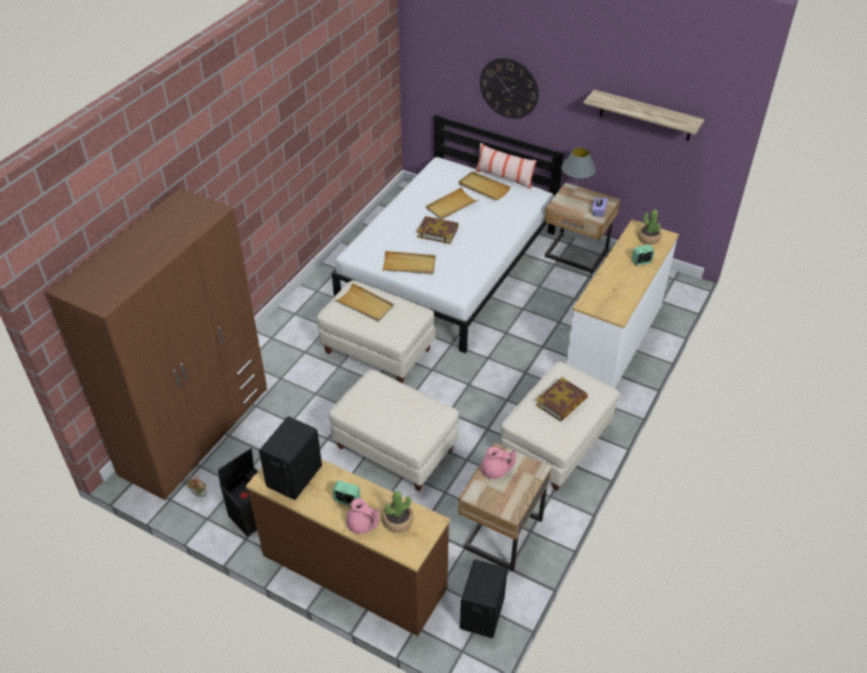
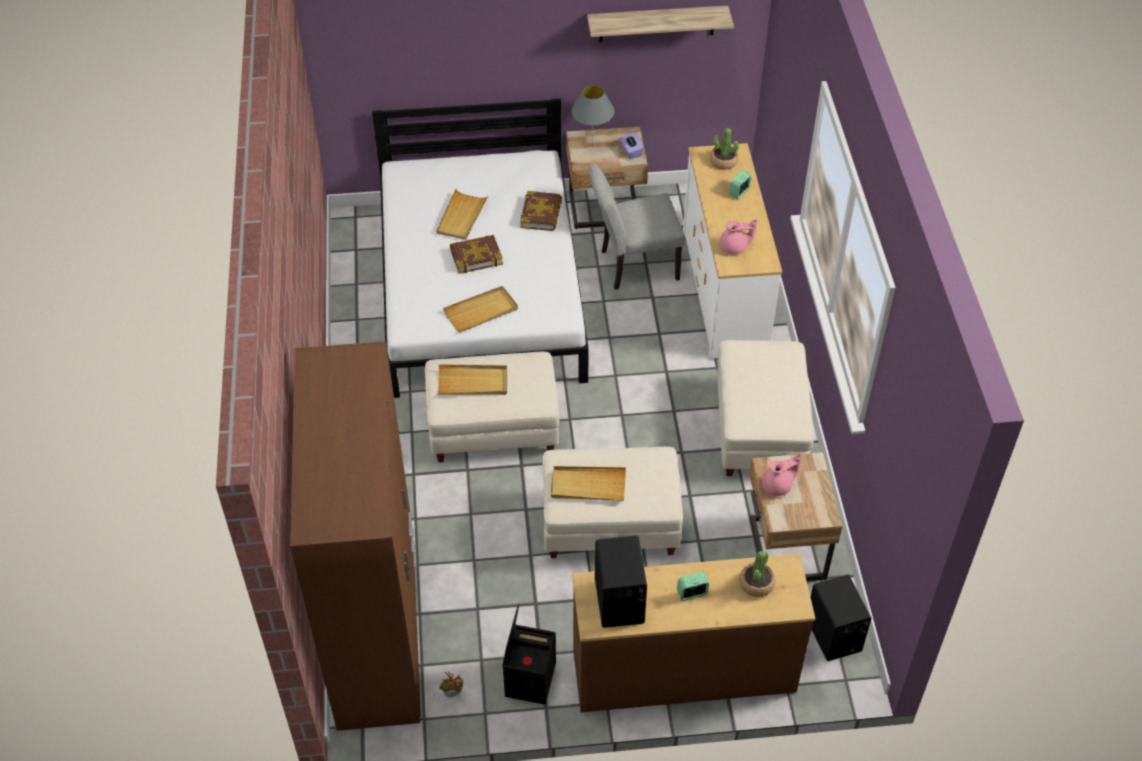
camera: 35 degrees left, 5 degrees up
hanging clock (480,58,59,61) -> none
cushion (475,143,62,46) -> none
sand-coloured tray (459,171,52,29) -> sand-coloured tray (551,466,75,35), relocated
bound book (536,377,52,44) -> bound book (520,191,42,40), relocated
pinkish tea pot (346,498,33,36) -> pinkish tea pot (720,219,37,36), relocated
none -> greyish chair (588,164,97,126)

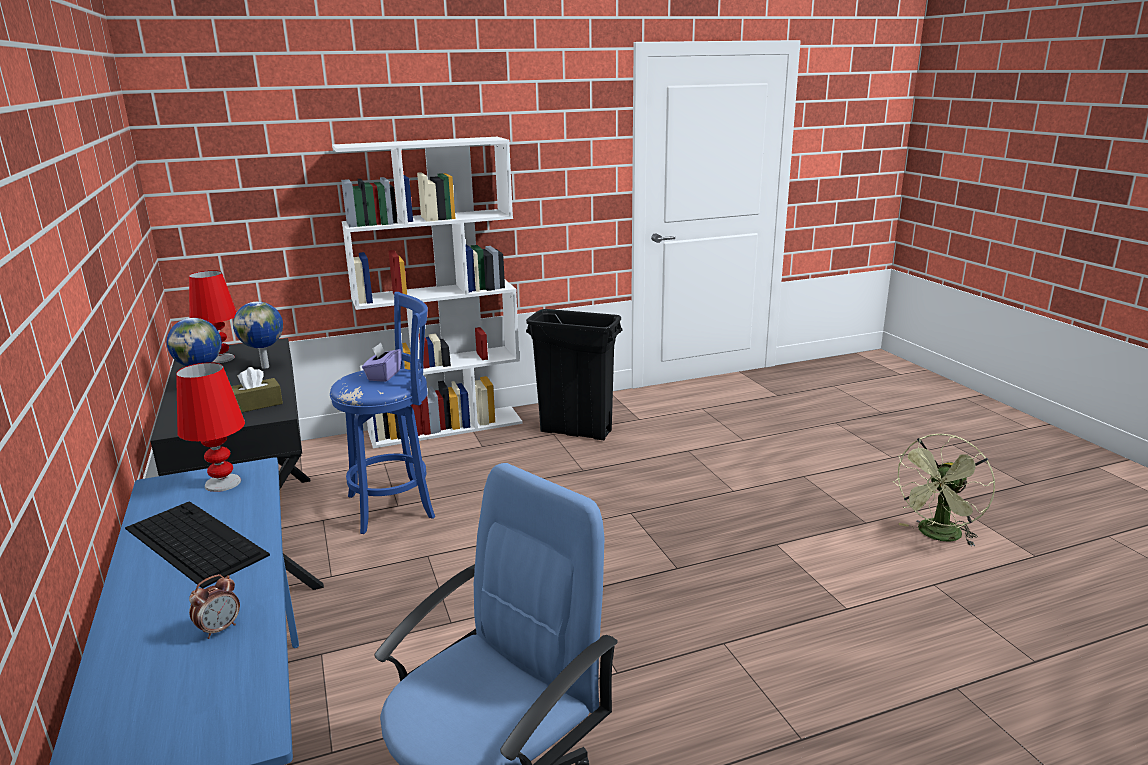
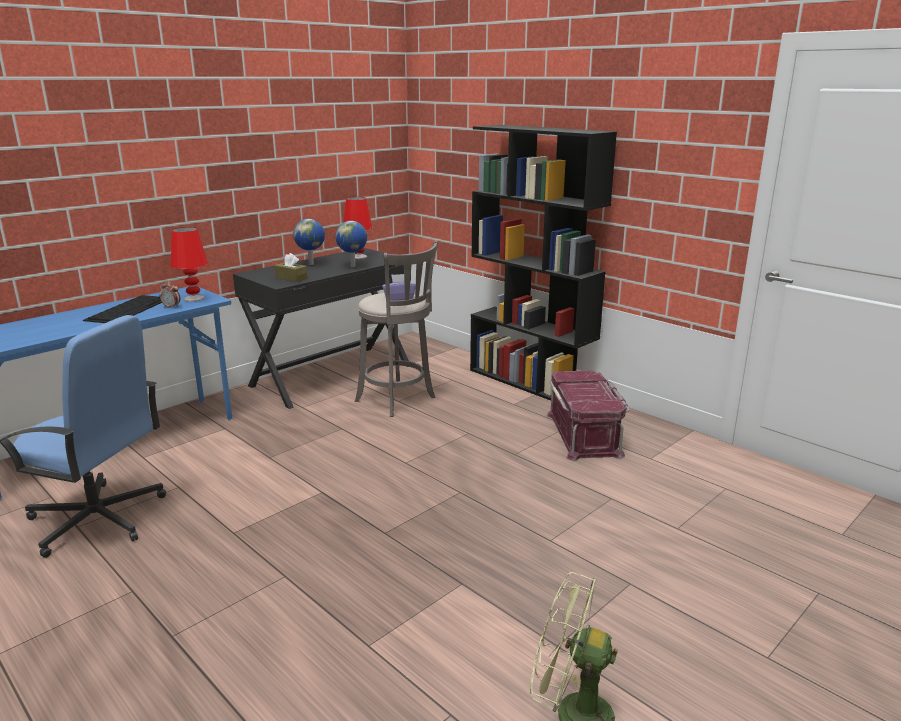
camera: 65 degrees right, 0 degrees up
white bookcase (332,137,191,311) -> blackish bookcase (470,125,147,276)
bluish stool seat (330,292,105,242) -> greyish stool seat (355,241,83,176)
blackish rubbish bin (526,309,96,131) -> reddish storage bin (547,370,82,91)
table clock (189,574,51,65) -> table clock (160,281,21,27), relocated

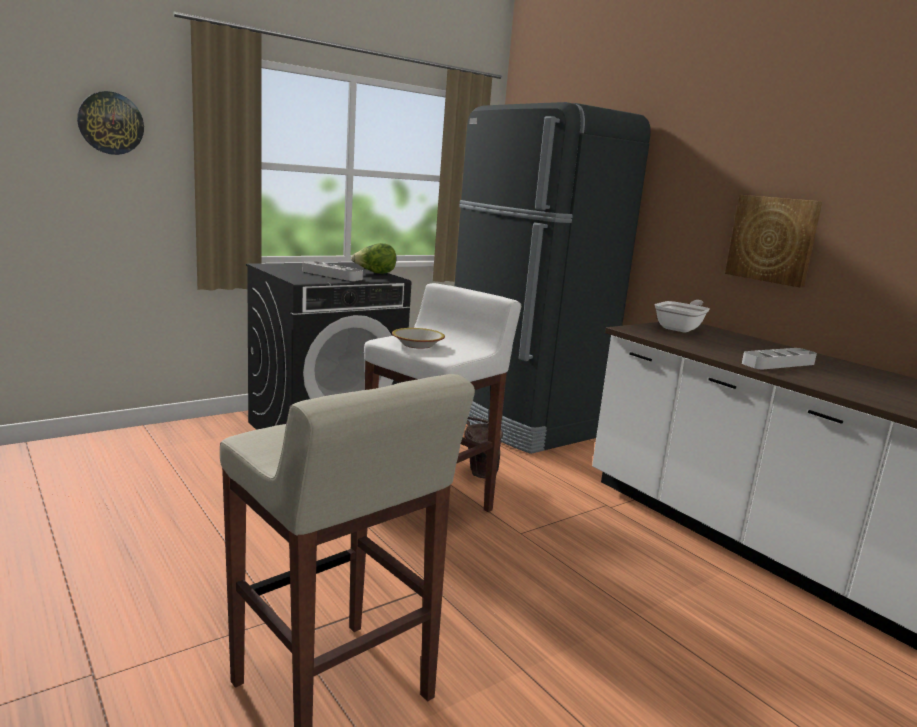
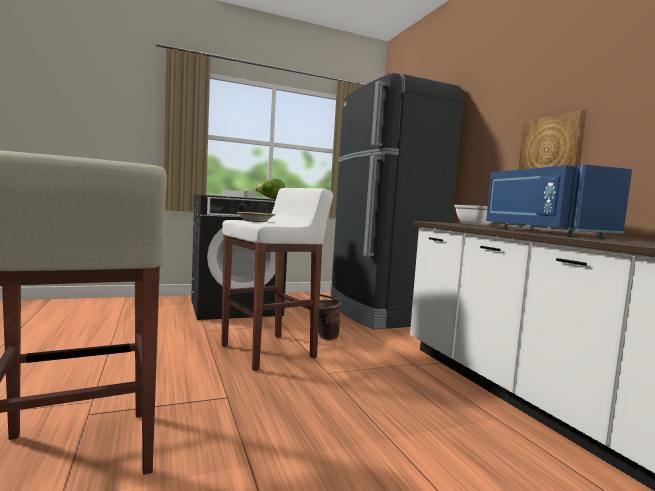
camera: 15 degrees right, 10 degrees down
hanging clock (77,91,67,64) -> none
greyish tray (742,348,75,22) -> bluish kitchen microwave (486,165,146,73)

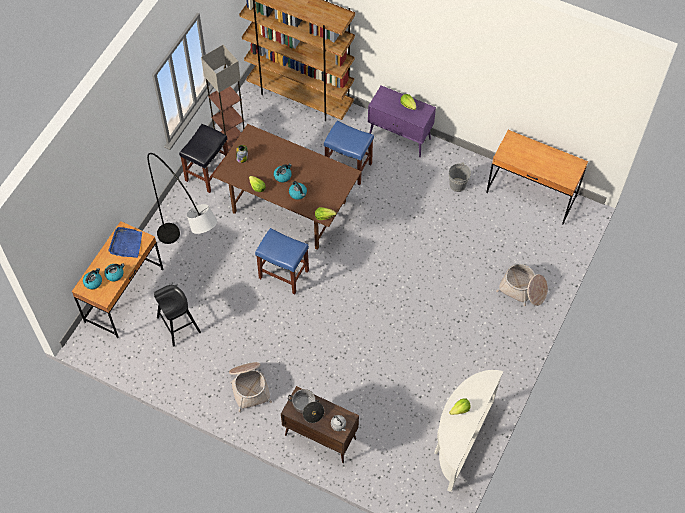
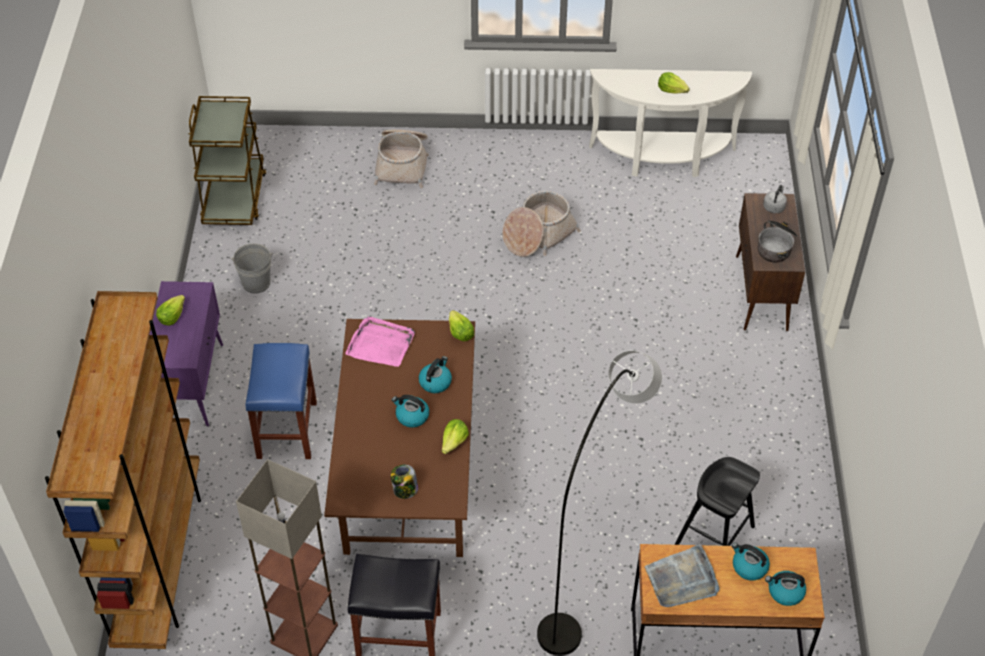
camera: 115 degrees left, 10 degrees down
brownish desk unit (486,130,102,95) -> brownish trolley (189,96,77,129)
bluish tray (108,227,34,31) -> greyish tray (645,544,75,63)
bluish stool seat (255,228,54,67) -> none
storage basket (229,362,43,50) -> storage basket (502,191,79,66), relocated
none -> pinkish tray (345,316,70,51)

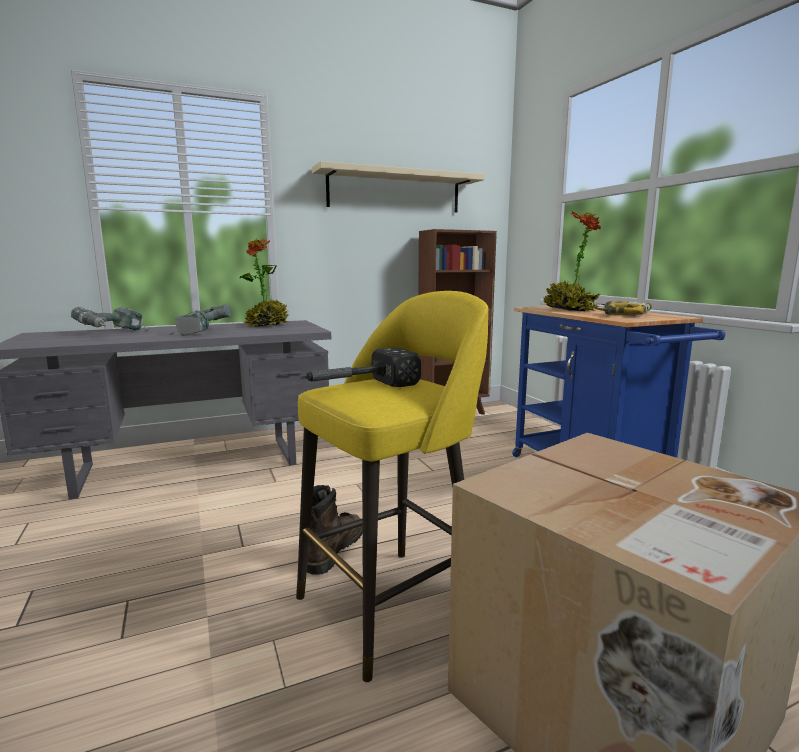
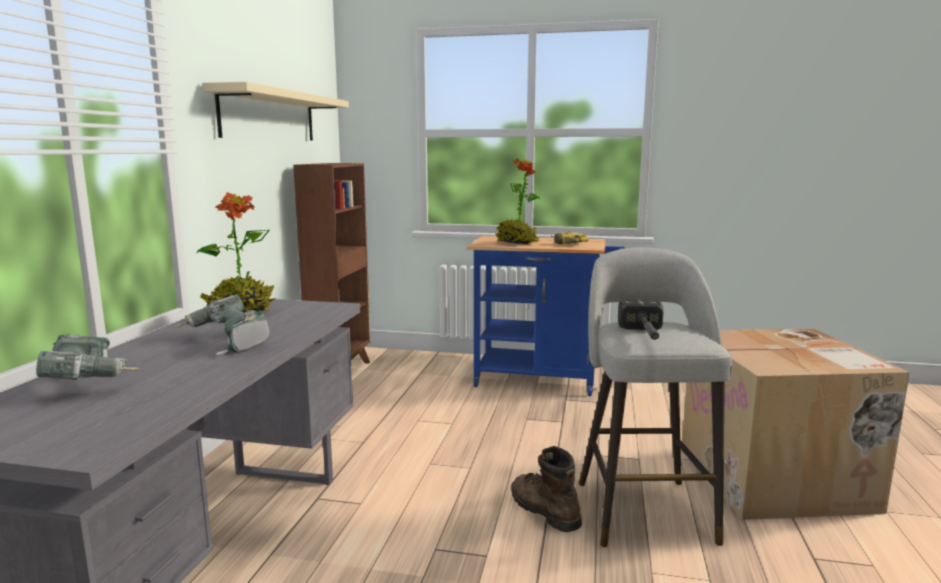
camera: 55 degrees left, 0 degrees up
yellow-coloured stool seat (296,291,193,391) -> greyish stool seat (579,247,153,301)

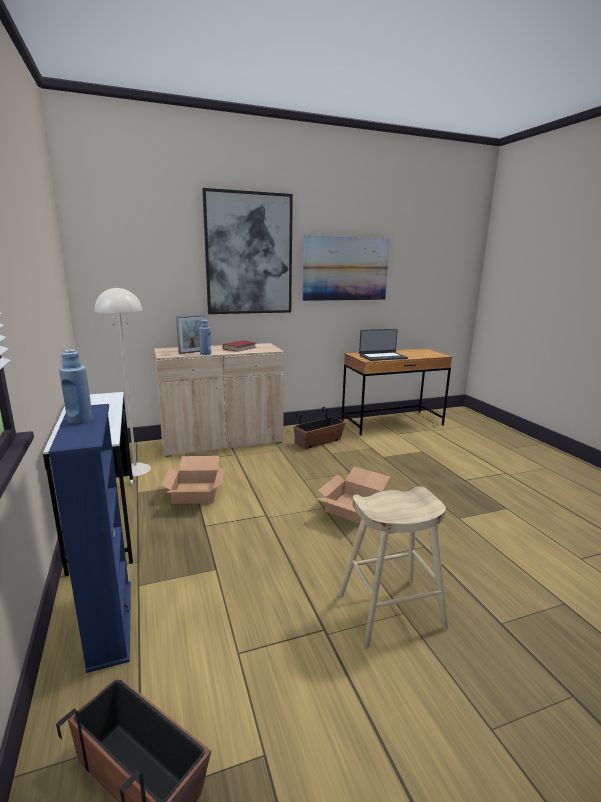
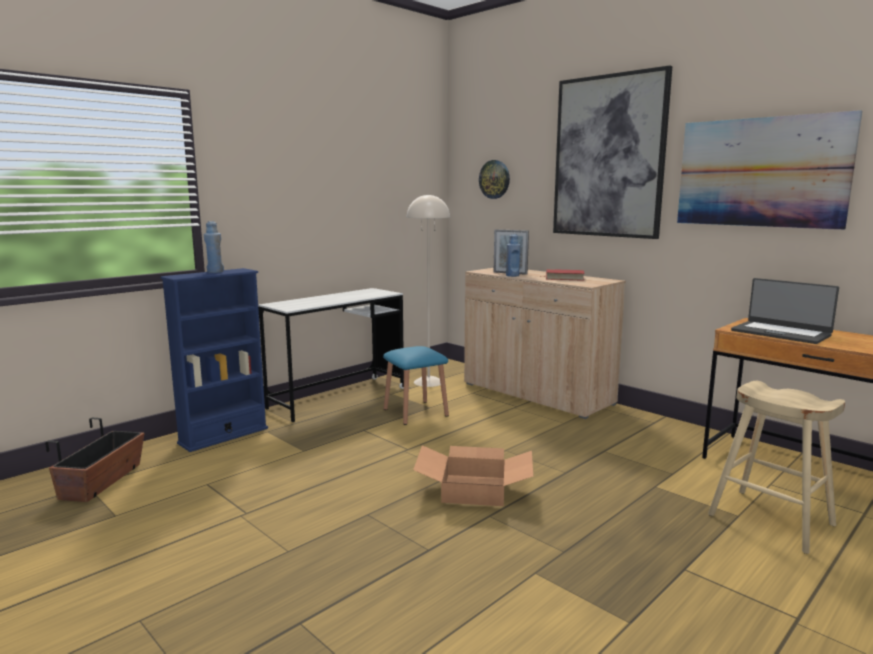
camera: 65 degrees right, 5 degrees down
planter (294,407,51,42) -> none
packing box (161,456,65,48) -> bluish stool seat (383,346,66,79)
sand-coloured stool seat (339,486,109,162) -> sand-coloured stool seat (708,381,137,173), relocated
none -> hanging clock (479,160,31,39)

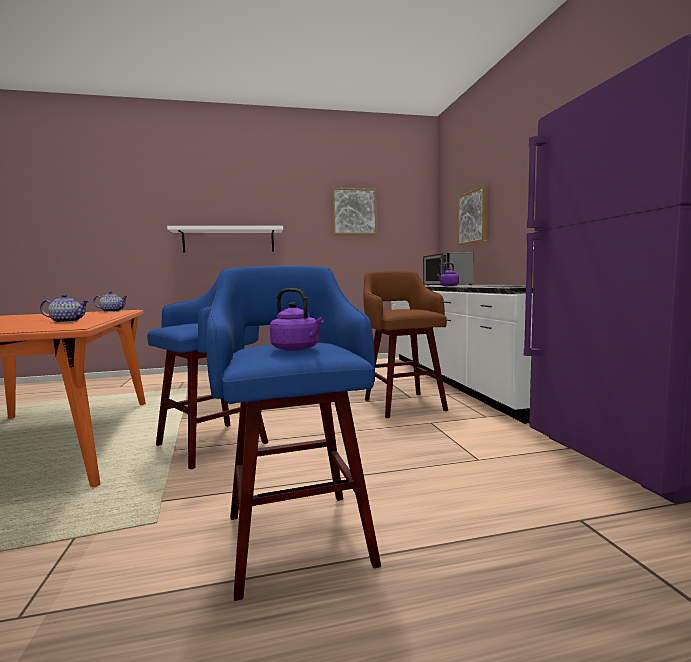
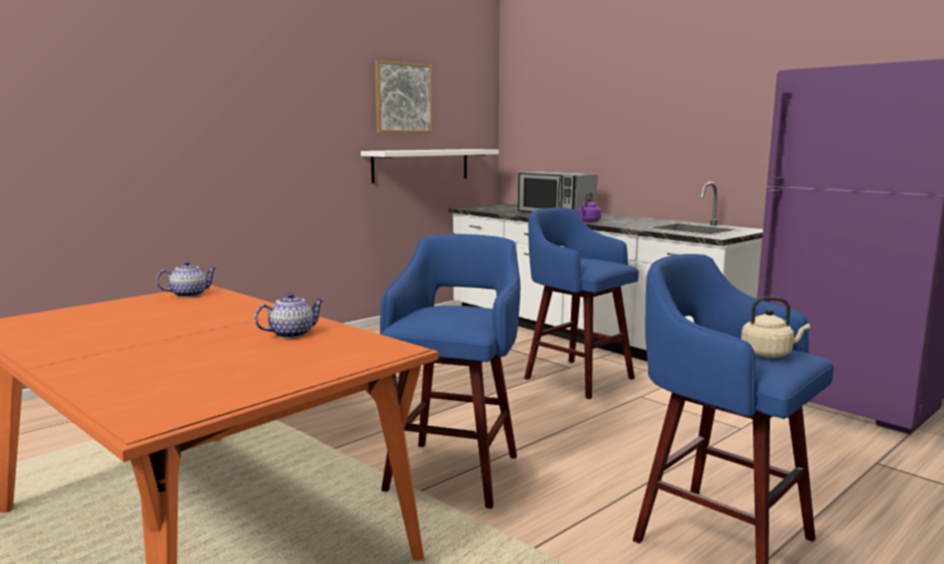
camera: 30 degrees left, 5 degrees up
picture (457,185,30,60) -> none
white bracket shelf (167,226,116,27) -> white bracket shelf (361,149,138,34), relocated
brownish stool seat (363,271,85,147) -> bluish stool seat (524,208,115,191)
purplish kettle (270,288,54,63) -> sand-coloured kettle (741,296,69,62)

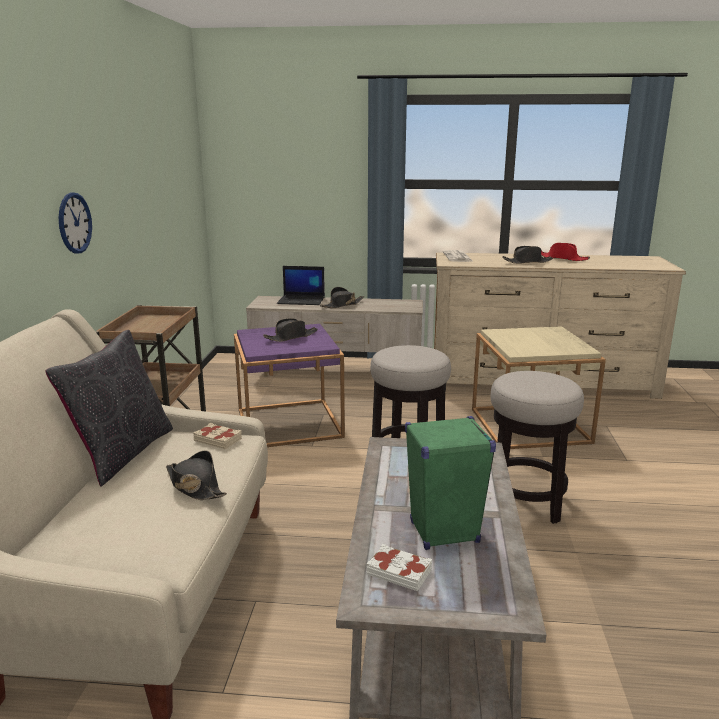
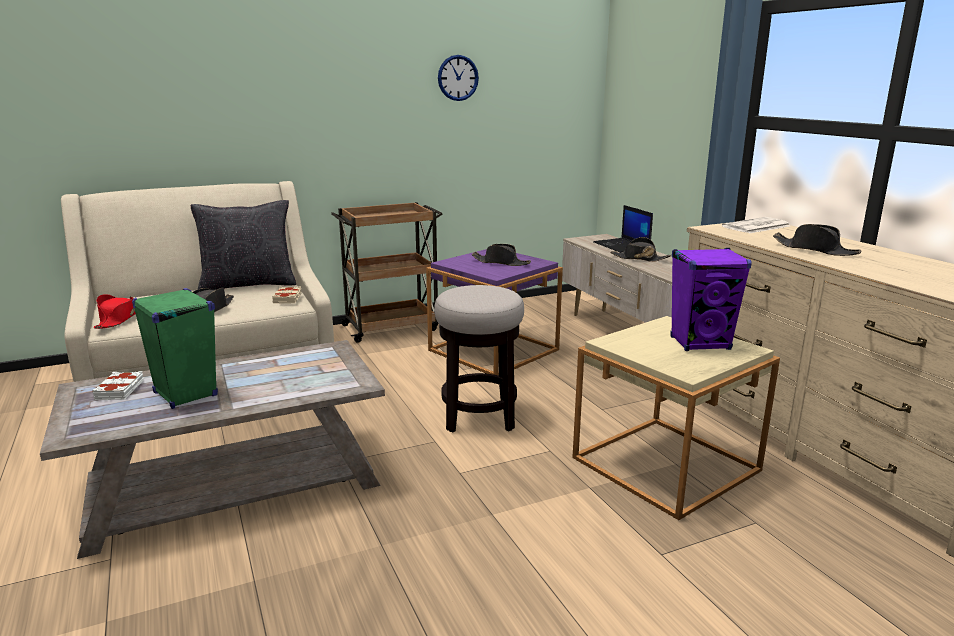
camera: 60 degrees right, 0 degrees up
hanging clock (58,192,34,61) -> hanging clock (438,55,41,46), relocated
reddish wearable hat (541,243,49,18) -> reddish wearable hat (94,294,42,35), relocated
stool seat (491,371,93,153) -> none
none -> purplish audio speaker (670,248,82,103)

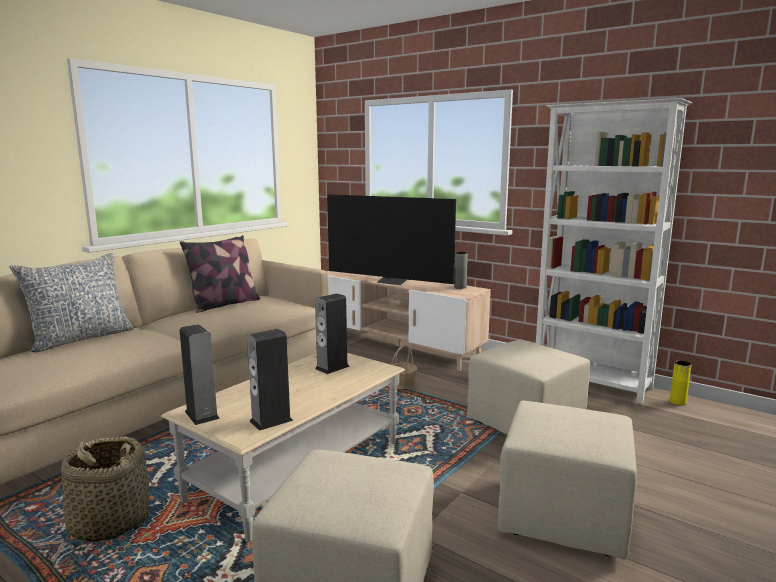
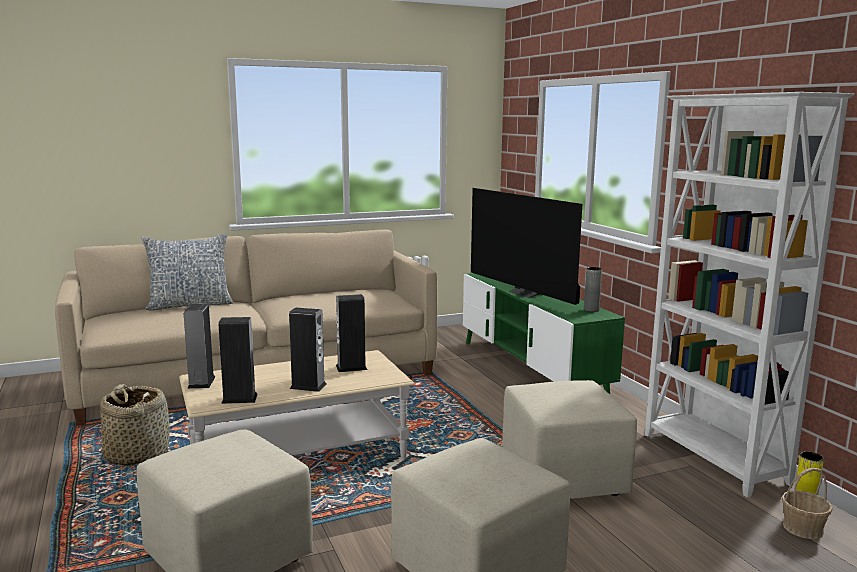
camera: 30 degrees right, 0 degrees up
cushion (180,235,80,78) -> none
sand-coloured tv unit (327,271,164,100) -> greenish tv unit (463,273,162,121)
storage basket (392,345,26,44) -> storage basket (781,468,52,71), relocated
none -> audio speaker (289,308,37,84)

